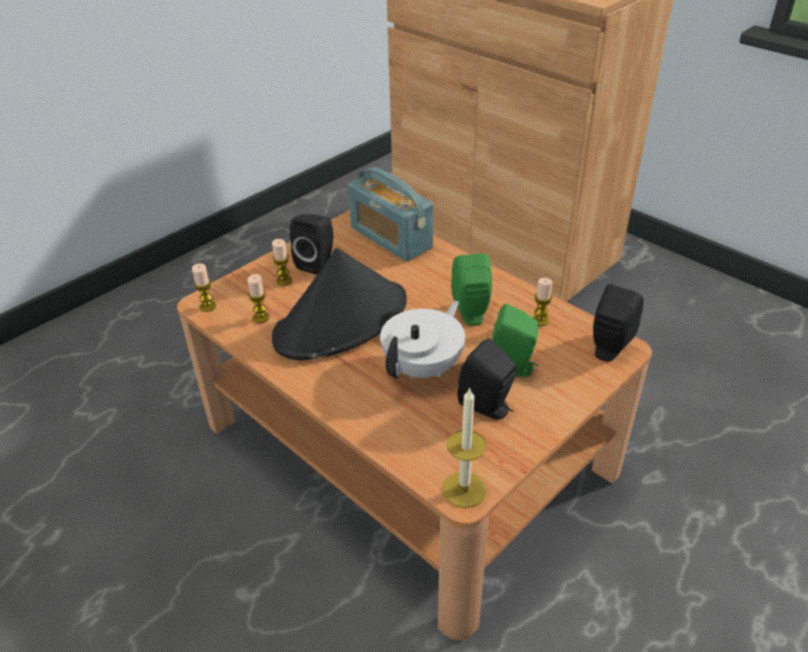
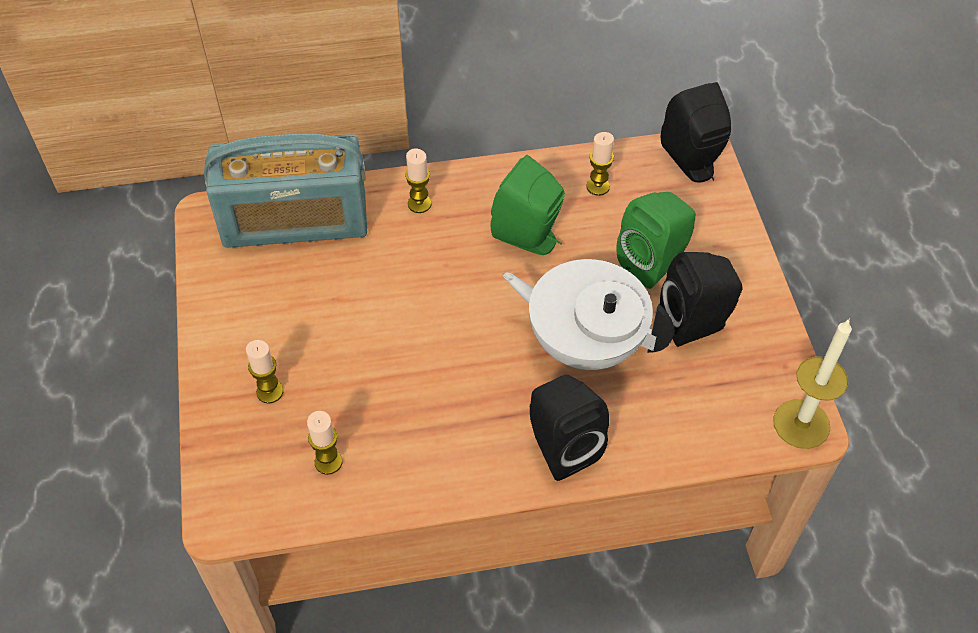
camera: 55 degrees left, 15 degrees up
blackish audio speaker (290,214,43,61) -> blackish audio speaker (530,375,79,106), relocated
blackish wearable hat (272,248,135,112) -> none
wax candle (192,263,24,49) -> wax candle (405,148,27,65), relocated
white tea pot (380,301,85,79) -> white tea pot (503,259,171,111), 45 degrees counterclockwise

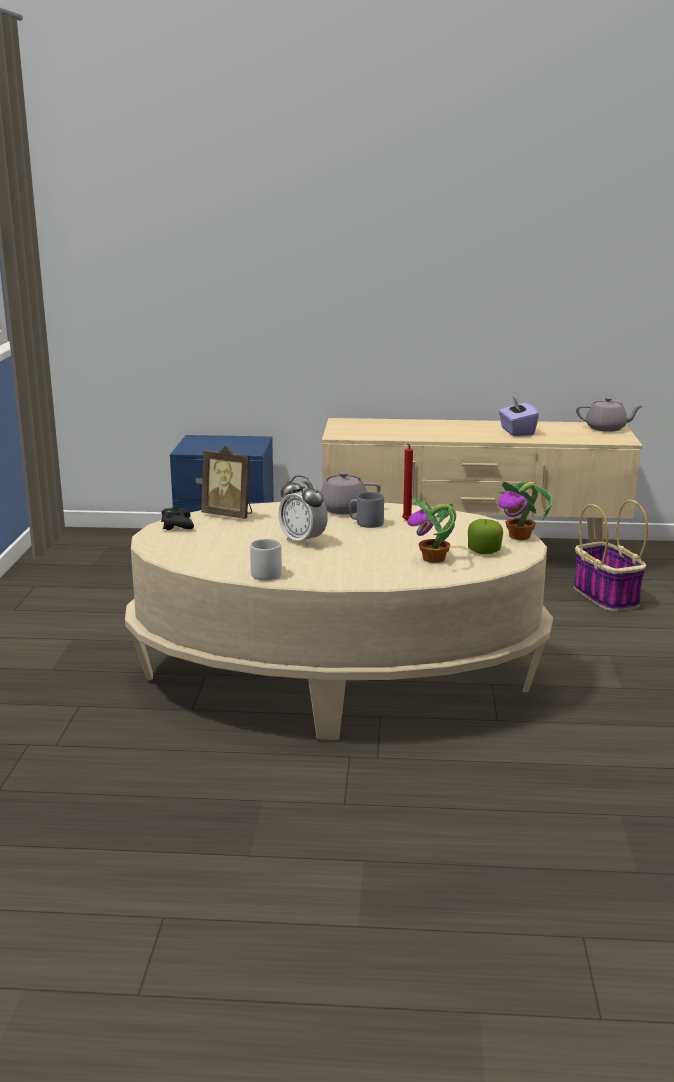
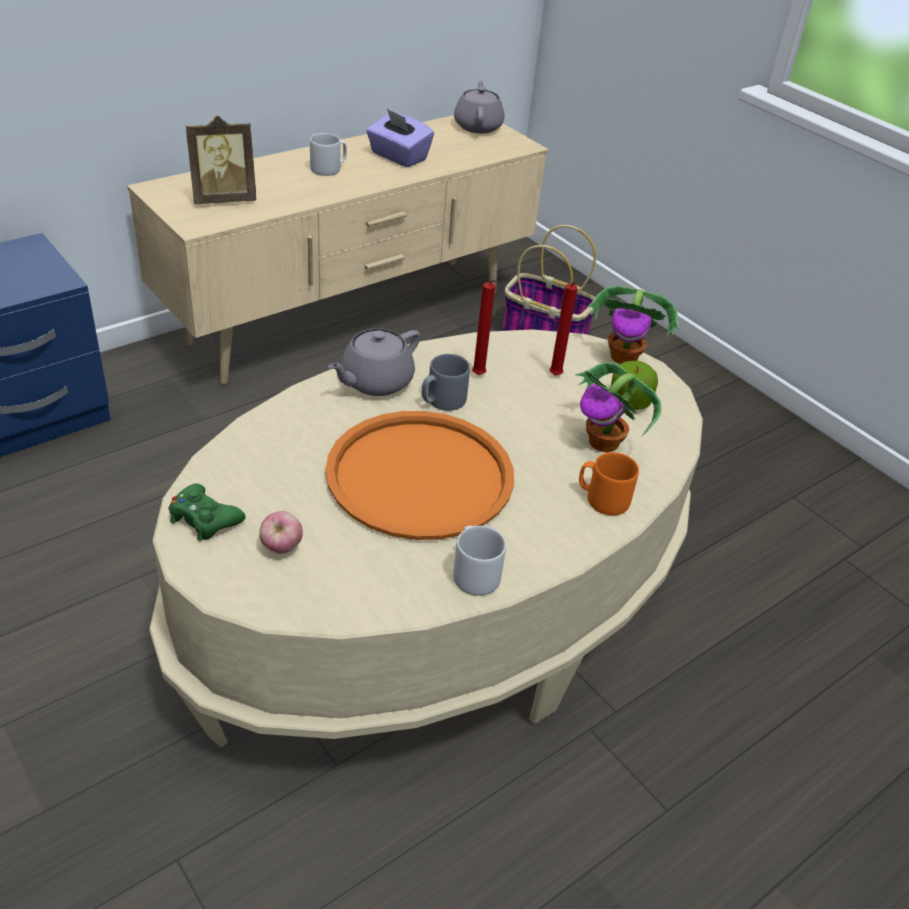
camera: 45 degrees left, 20 degrees up
greyish tea pot (576,397,67,35) -> greyish tea pot (454,80,51,54), 60 degrees counterclockwise
standing frame (201,446,51,73) -> standing frame (186,116,70,88), relocated
table clock (278,475,50,71) -> orangey tray (325,411,189,129)
blackish joypad (161,506,33,24) -> greenish joypad (169,483,77,58)
none -> greyish mug (310,133,37,43)
none -> reddish wax candle (549,282,29,94)
none -> orangey mug (579,452,60,63)
none -> apple (259,511,44,43)

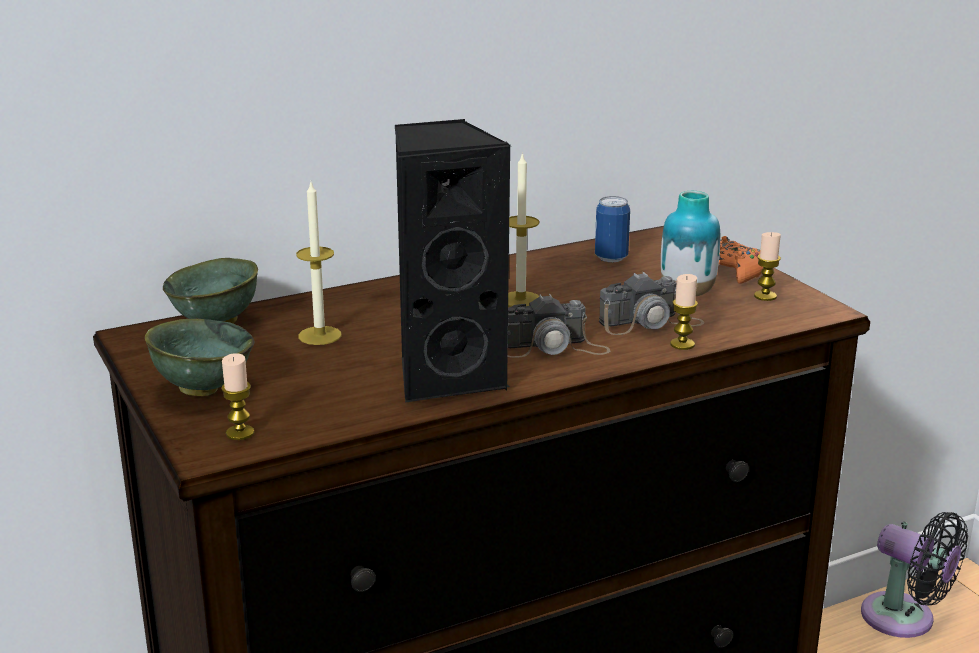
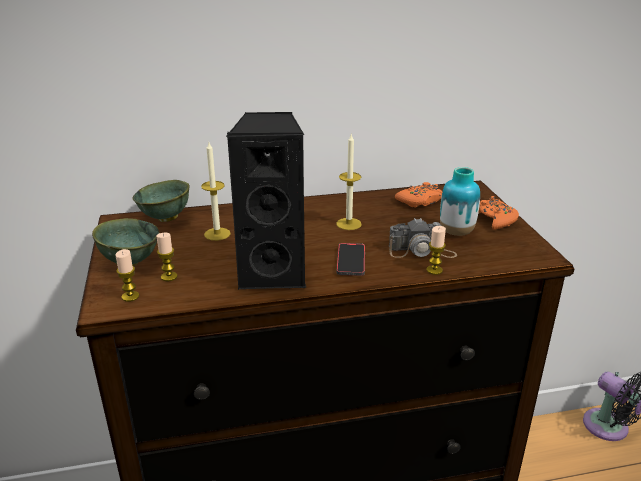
camera: 15 degrees right, 5 degrees up
can (595,196,35,66) -> orangey joypad (395,182,47,26)
wax candle (754,232,27,69) -> wax candle (156,233,22,48), relocated
photo camera (507,294,104,64) -> phone (337,243,28,33)

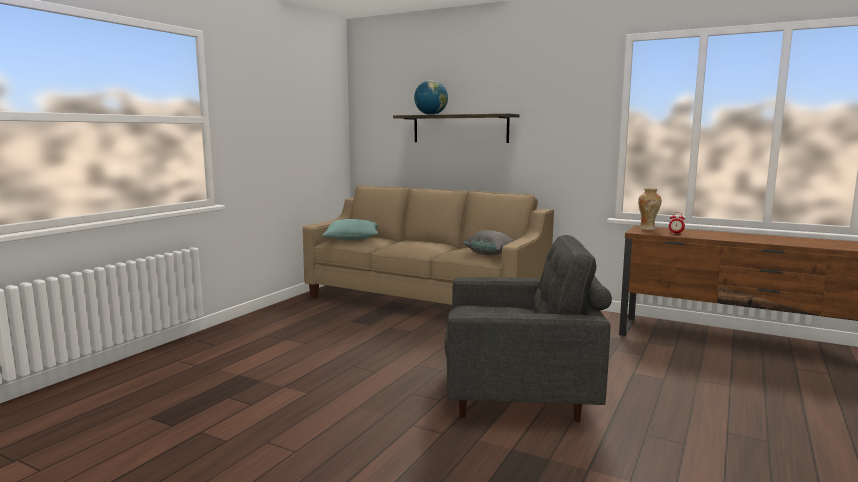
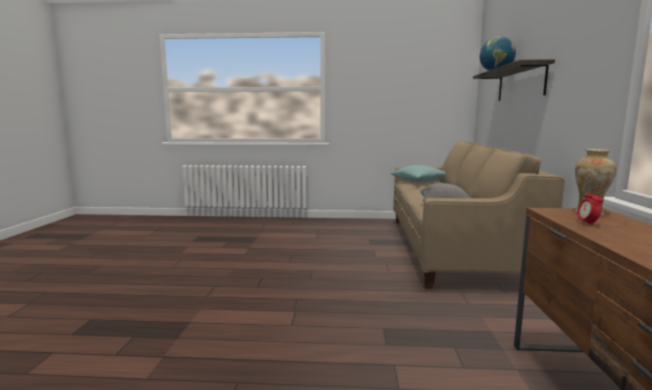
camera: 65 degrees right, 0 degrees up
greyish easy chair (444,235,168,187) -> none

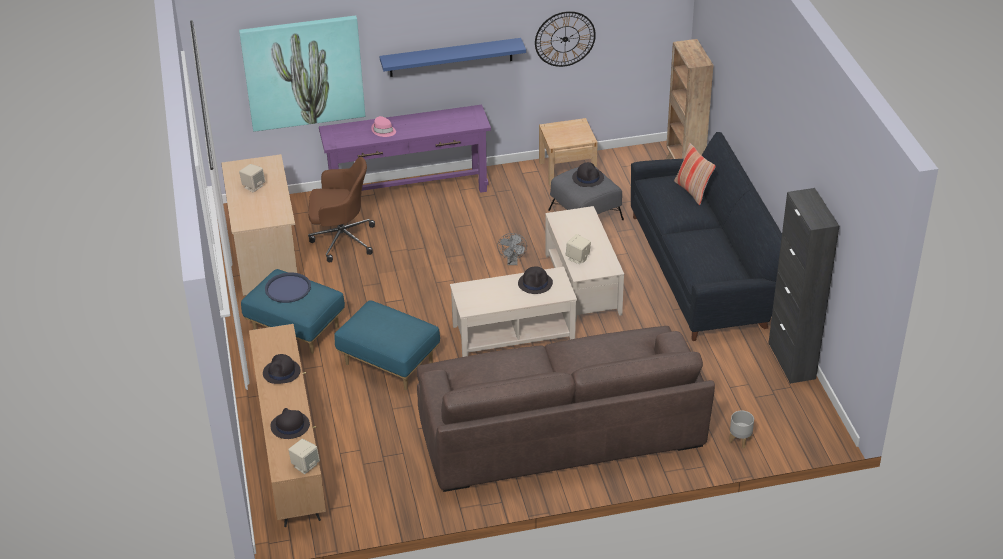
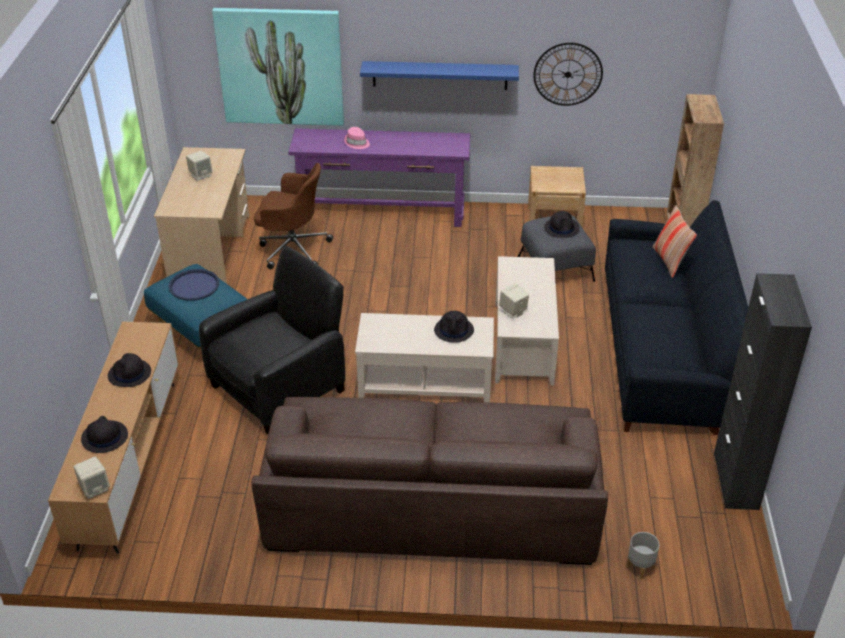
camera: 15 degrees right, 0 degrees up
greyish cooling fan (497,233,30,32) -> none
bluish footrest (334,300,106,90) -> blackish easy chair (199,246,146,188)

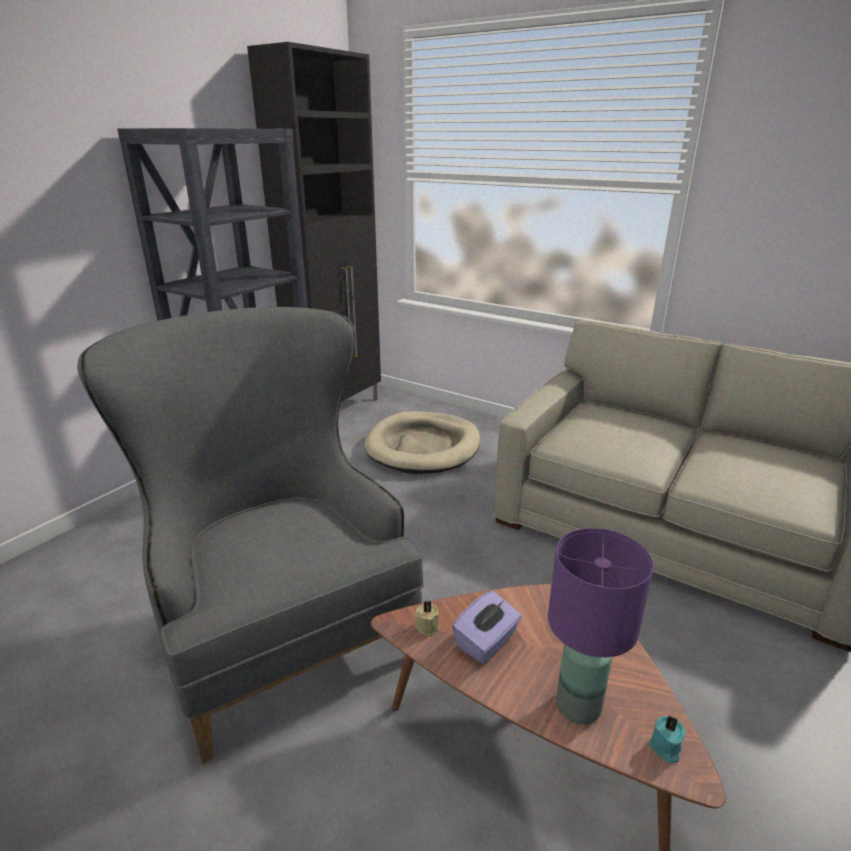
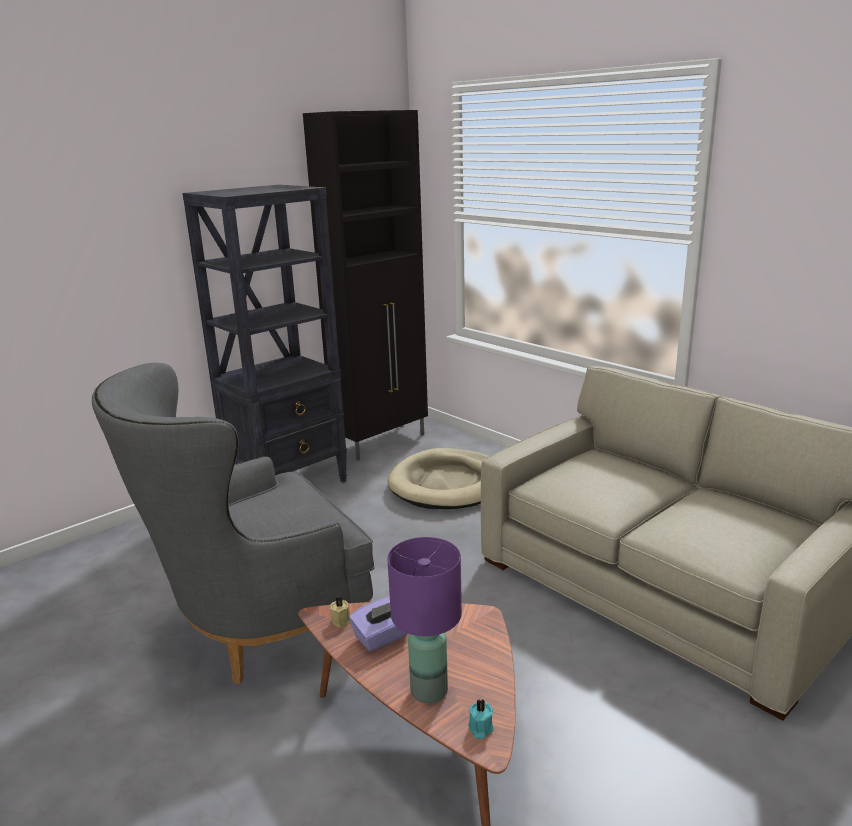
camera: 15 degrees right, 5 degrees down
greyish easy chair (77,307,347,457) -> greyish easy chair (92,363,283,321), 105 degrees counterclockwise

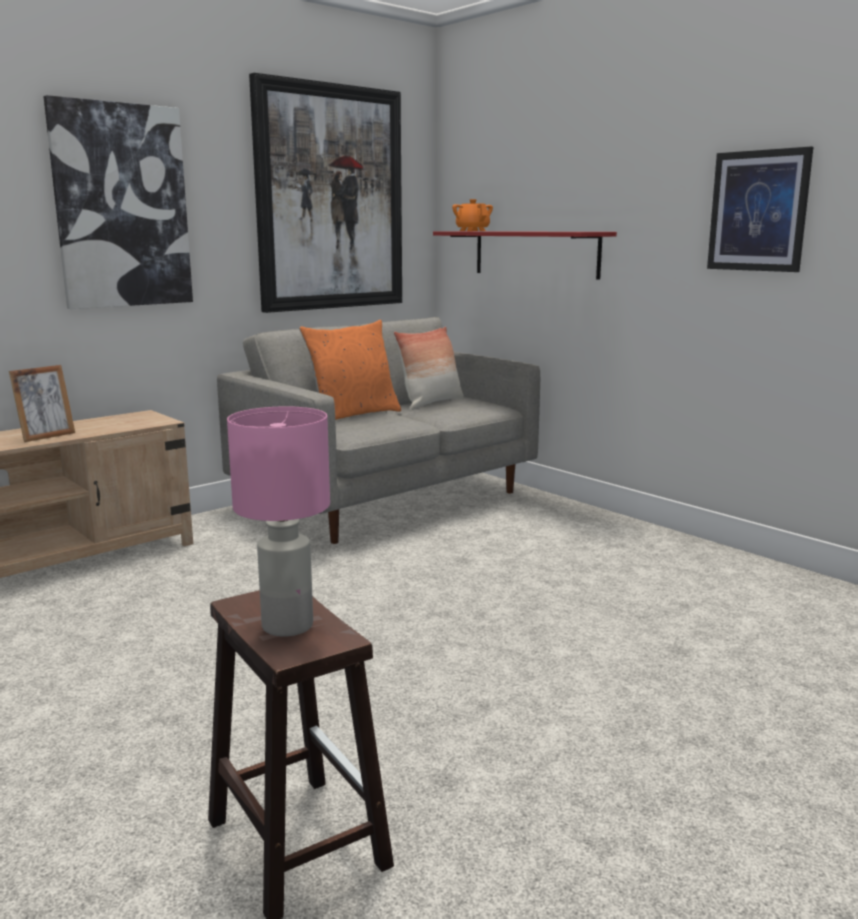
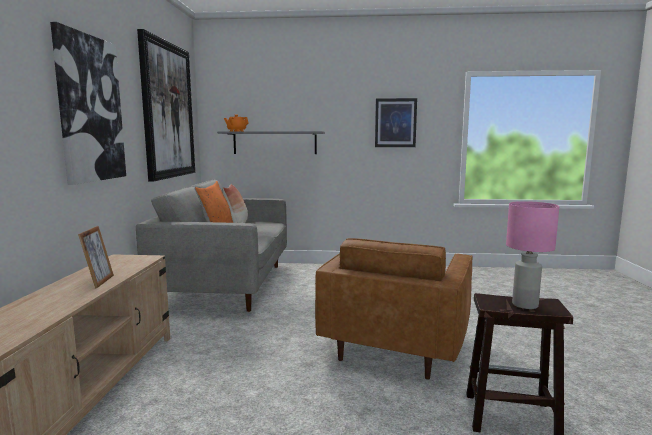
camera: 45 degrees left, 5 degrees down
reddish bracket shelf (433,231,184,49) -> greyish bracket shelf (217,131,108,23)
none -> brownish easy chair (315,238,157,142)

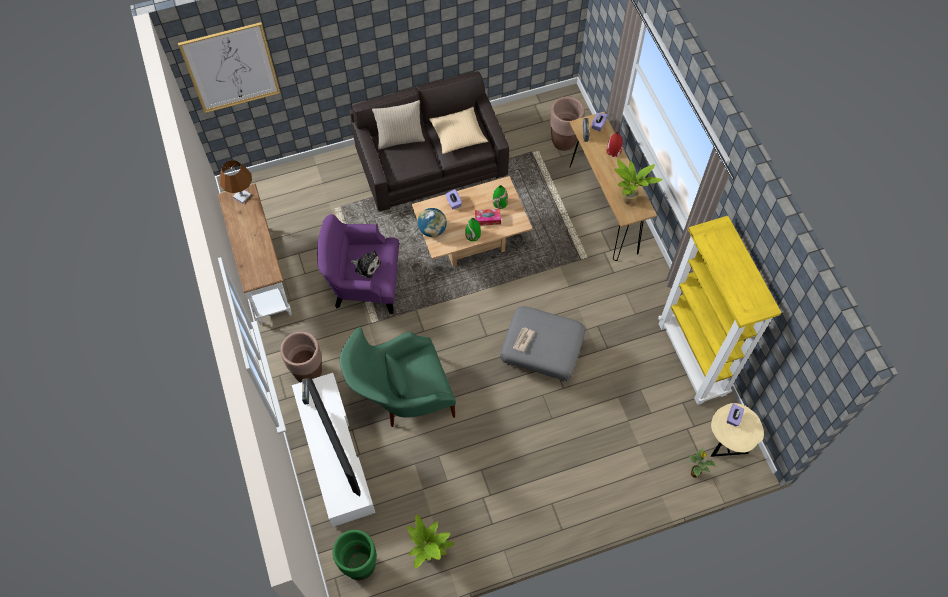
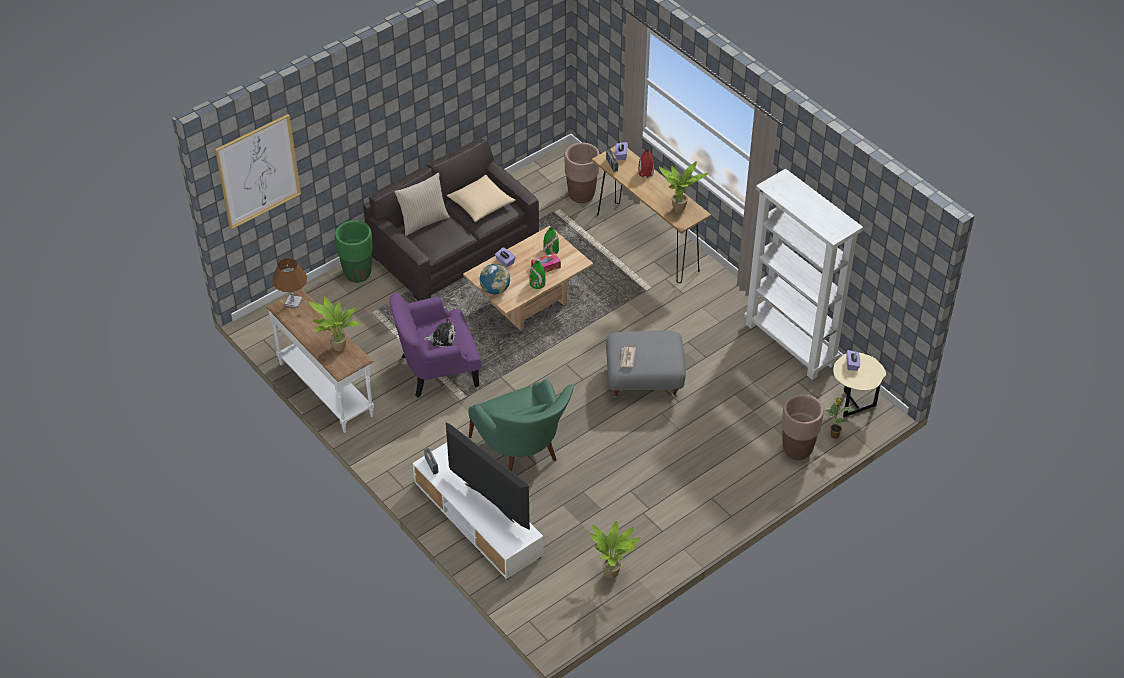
camera: 20 degrees left, 15 degrees down
yellow-coloured bookcase (658,216,124,189) -> white bookcase (744,169,119,211)
greenish easy chair (340,327,116,100) -> greenish easy chair (469,379,105,93), 75 degrees counterclockwise
brownish planter (280,331,42,52) -> brownish planter (782,394,42,66), relocated
greenish planter (333,530,44,50) -> greenish planter (335,220,38,63), relocated
none -> potted plant (309,296,53,56)

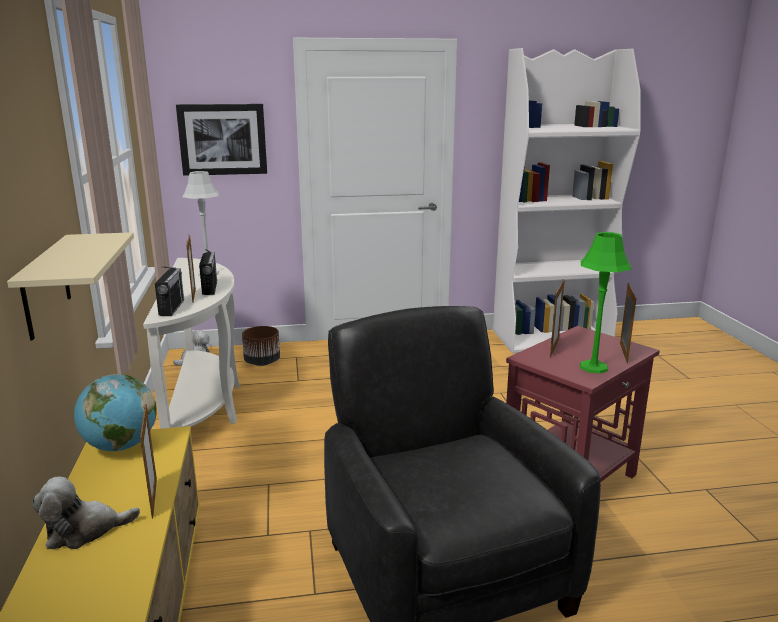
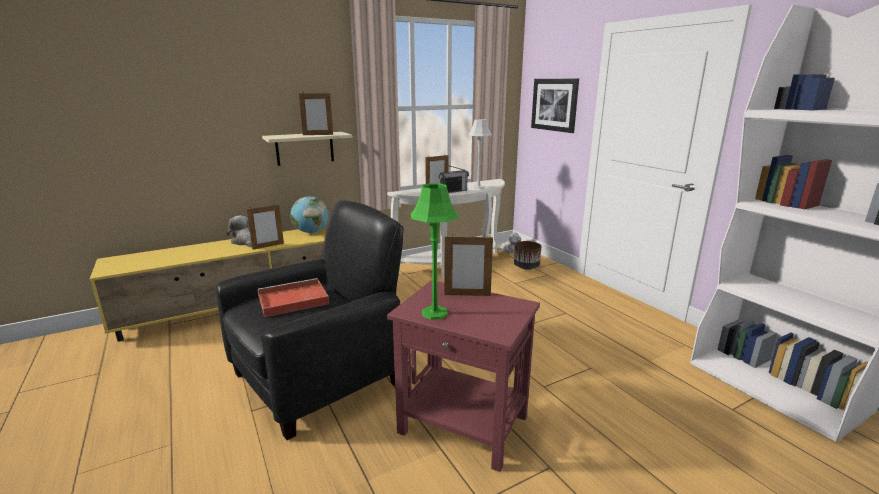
camera: 70 degrees right, 0 degrees up
radio set (155,267,29,49) -> none
standing frame (620,283,17,80) -> standing frame (299,93,34,42), relocated
none -> reddish tray (258,278,71,39)

